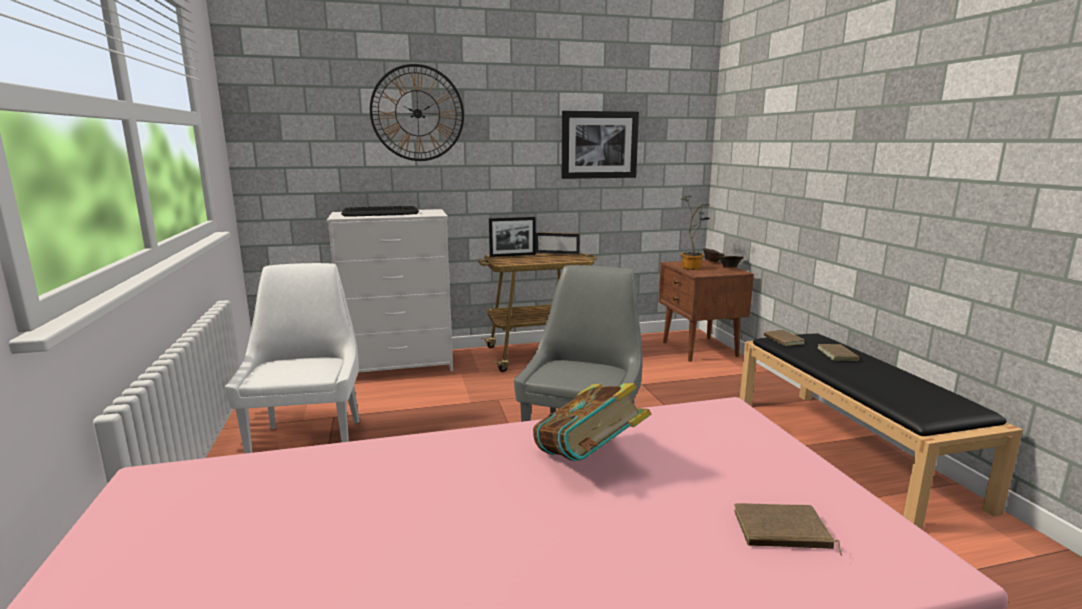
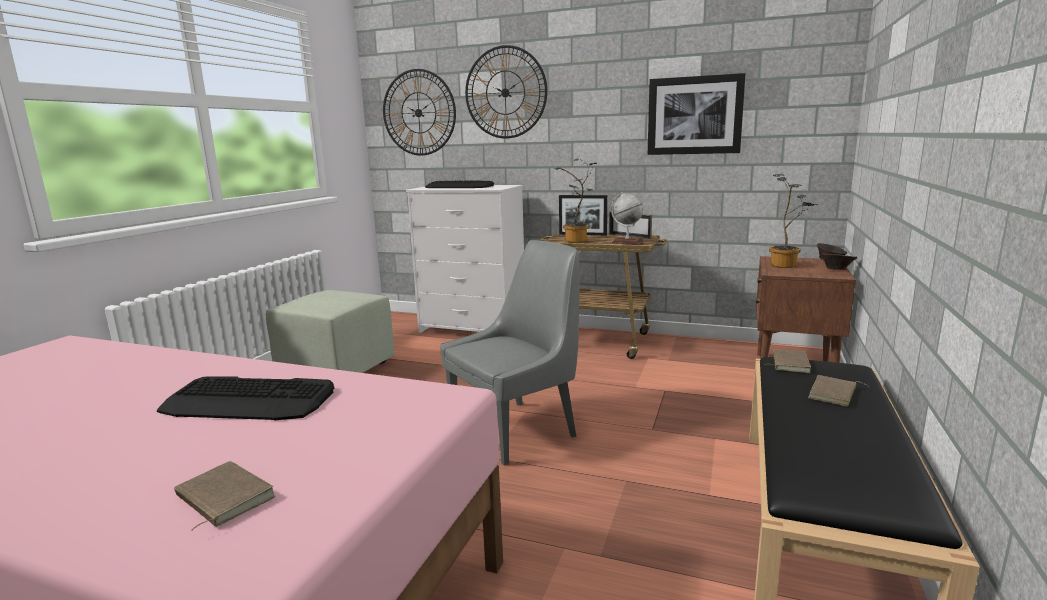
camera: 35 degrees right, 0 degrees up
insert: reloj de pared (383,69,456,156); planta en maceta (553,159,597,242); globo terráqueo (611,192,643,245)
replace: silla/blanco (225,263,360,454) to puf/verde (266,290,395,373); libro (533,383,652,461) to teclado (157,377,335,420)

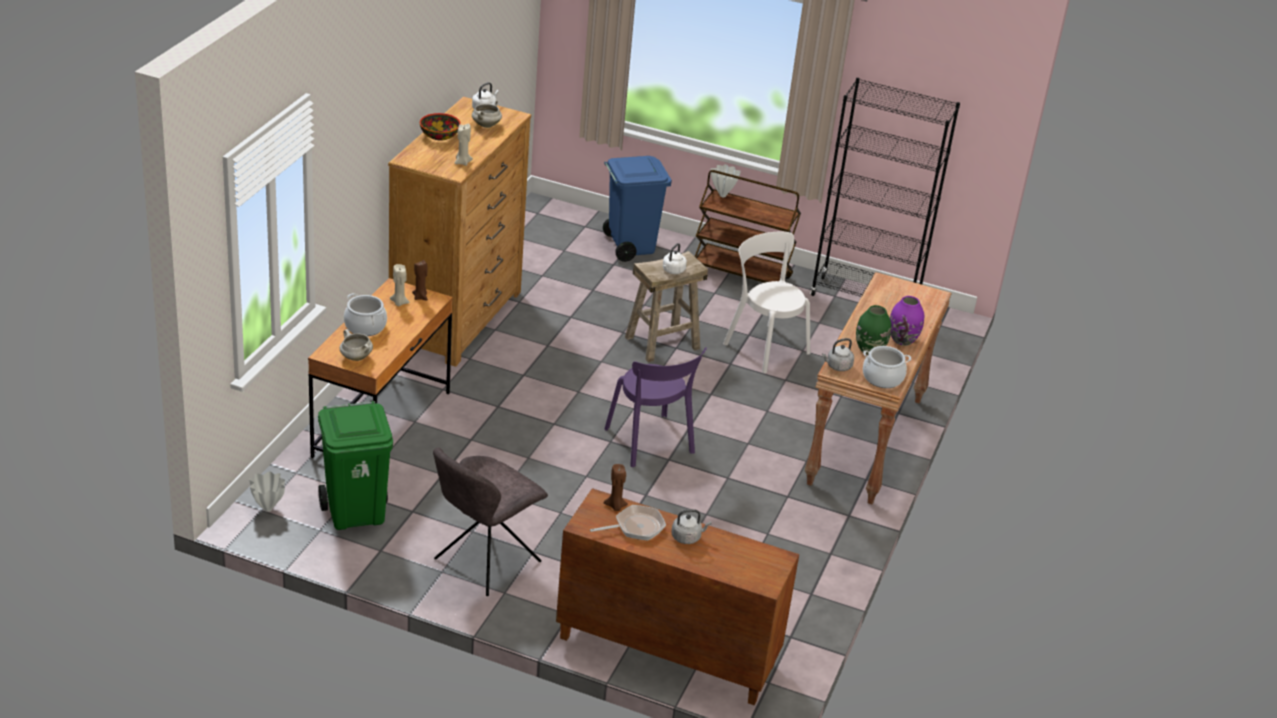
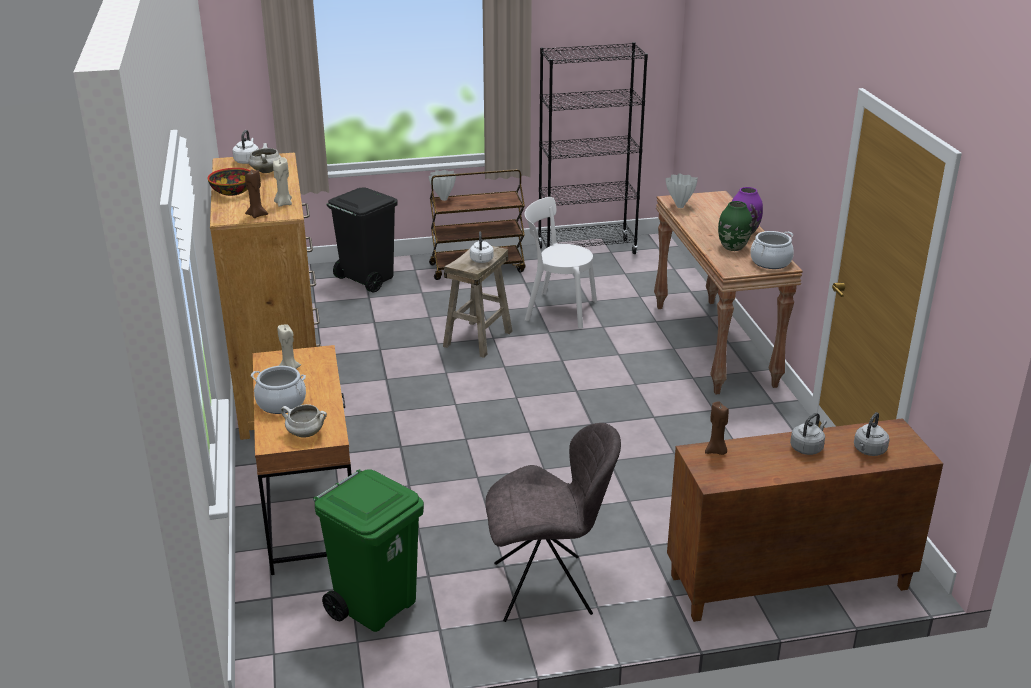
camera: 30 degrees left, 5 degrees down
delete: sartén (590,505,666,540); silla/morado (604,347,707,467)
move: florero/blanco (249,471,285,512) to (666,173,698,208); vela/marrón (412,260,428,300) to (245,169,268,218); hervidor/gris (822,338,854,371) to (854,412,889,456)
recolor: papelera/azul (603,156,672,262) to papelera/negro (326,188,398,292)
rotate: silla/gris (433,447,548,596) = (486,423,621,622) 105 degrees counterclockwise

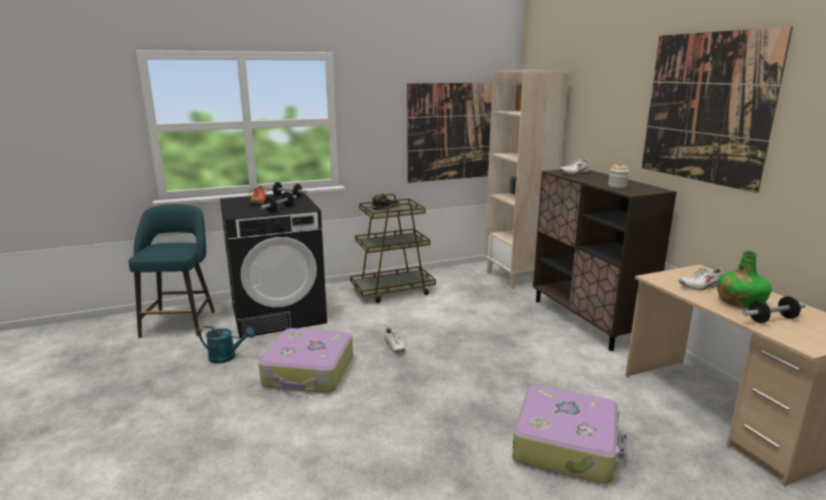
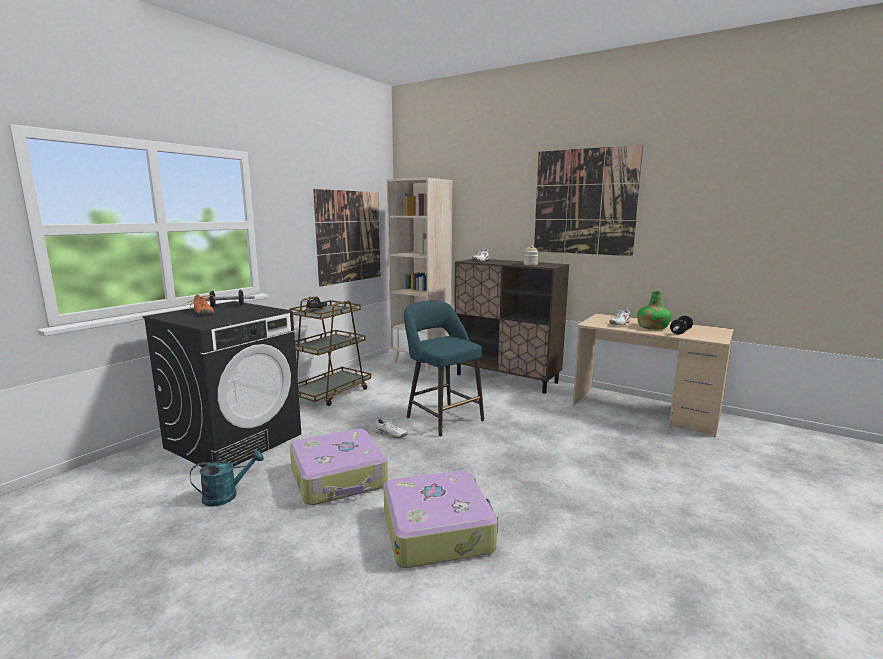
camera: 35 degrees left, 5 degrees down
delete: mancuerna (261,192,297,212)
move: taburete/turquesa (128,204,215,338) to (404,301,484,437); maleta (512,385,627,484) to (383,470,498,568)

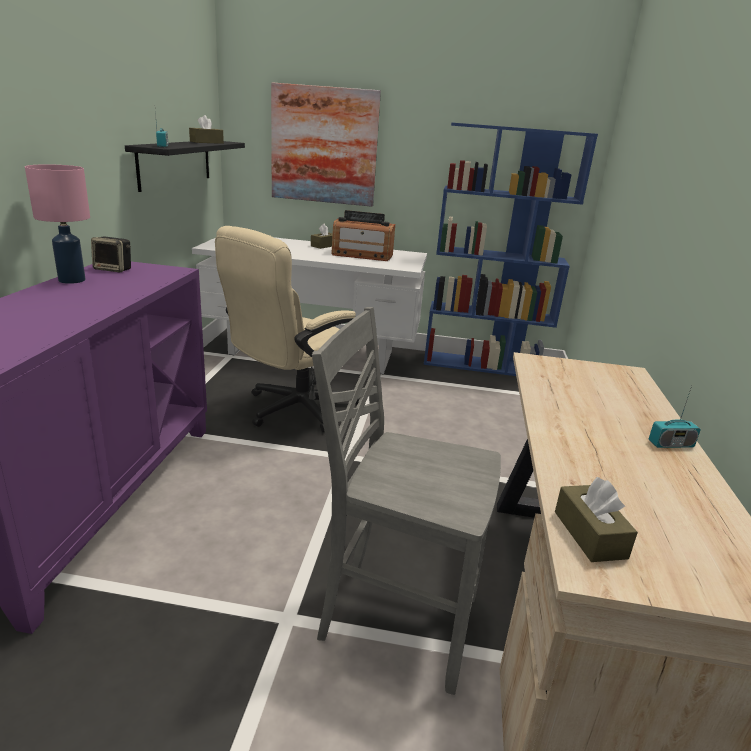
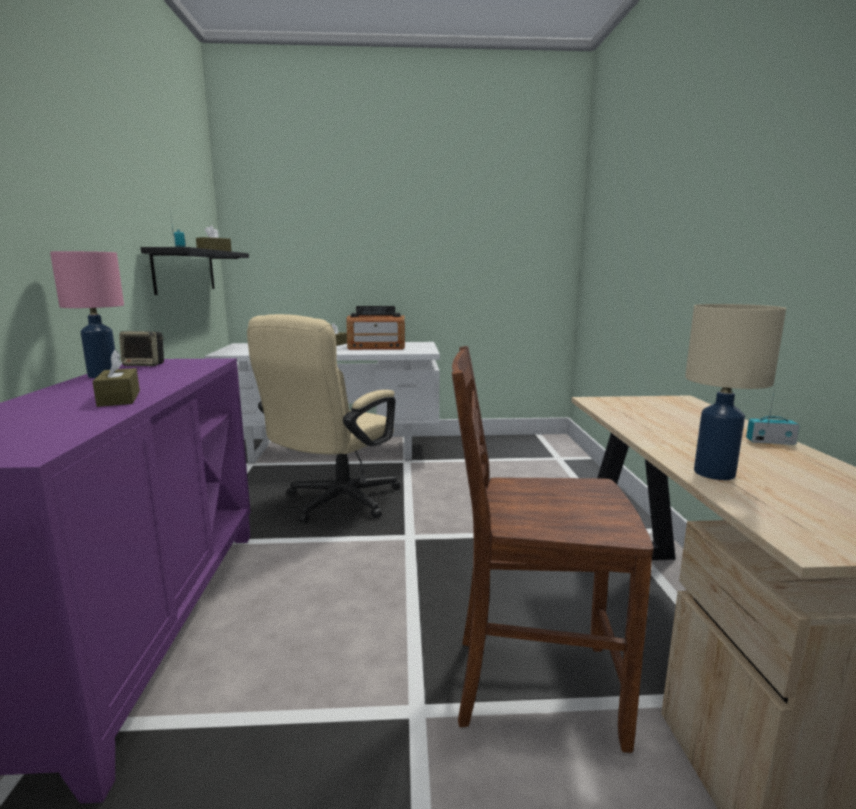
camera: 10 degrees left, 10 degrees down
delete: cuadro (271,83,381,207); estantería/azul (424,123,598,376)
insert: lámpara de mesa/beis (685,304,786,480)
move: caja de pañuelos/marrón (555,477,638,562) to (92,350,140,407)
recolor: silla/gris (312,307,501,695) to silla/marrón (452,346,654,753)
rotate: radio (649,386,701,448) = (746,387,800,445) 150 degrees counterclockwise

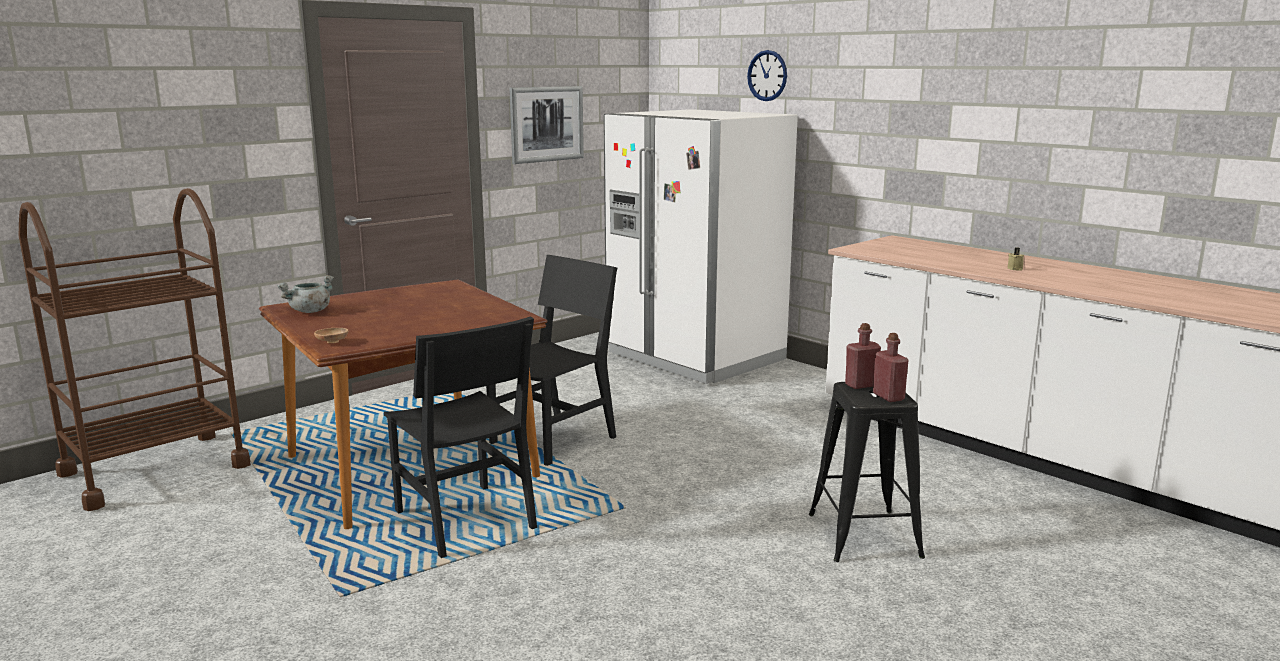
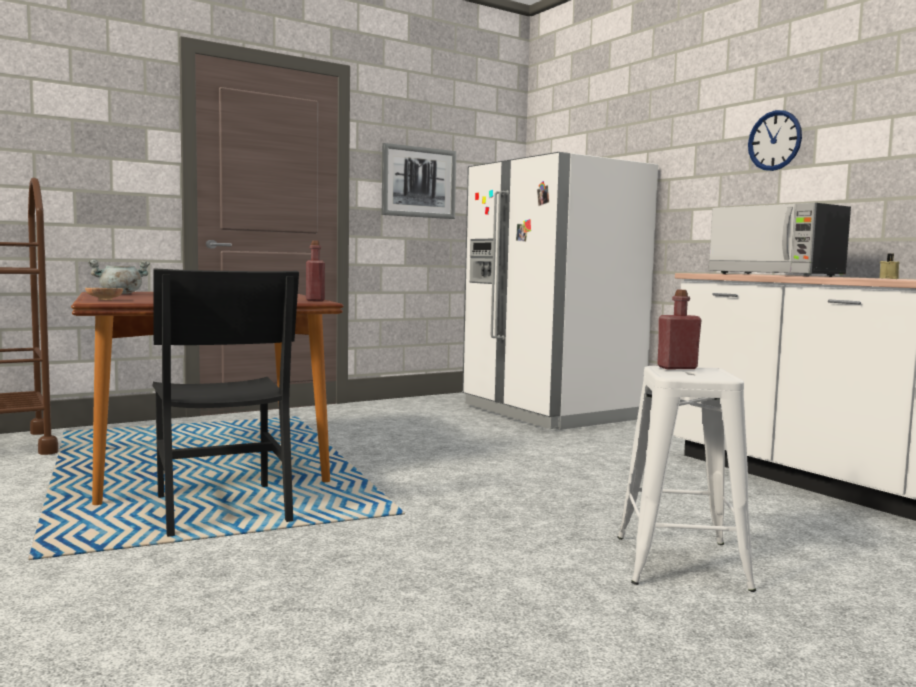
camera: 10 degrees right, 10 degrees down
delete: silla/negro (486,255,617,466)
insert: microondas (708,203,851,277)
move: reloj de pared (747,50,787,101) to (748,110,802,171); botella/rojo (873,333,908,402) to (306,240,325,301)
recolor: taburete/negro (809,382,925,562) to taburete/blanco (617,366,756,592)

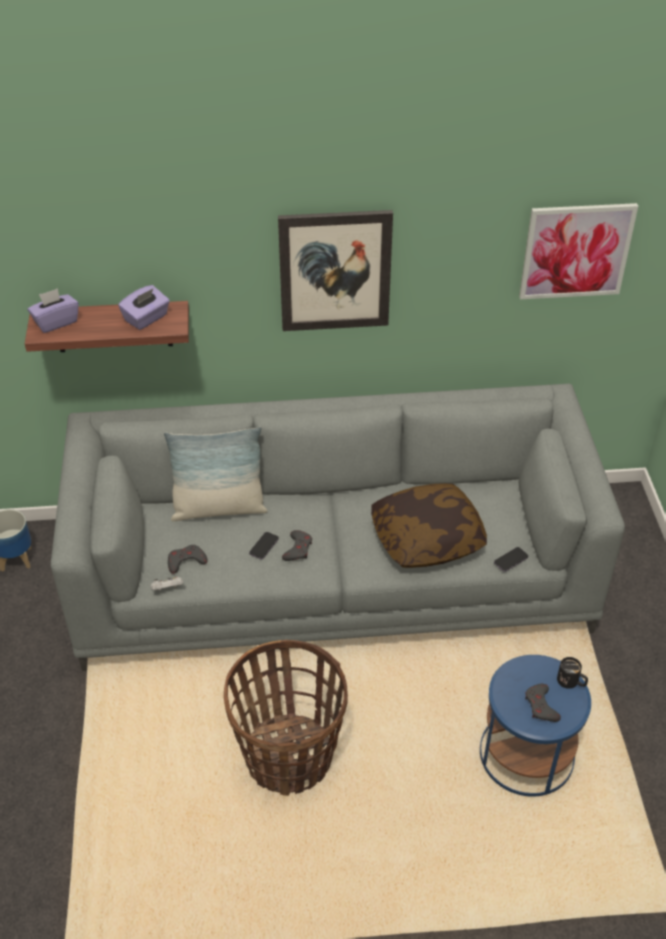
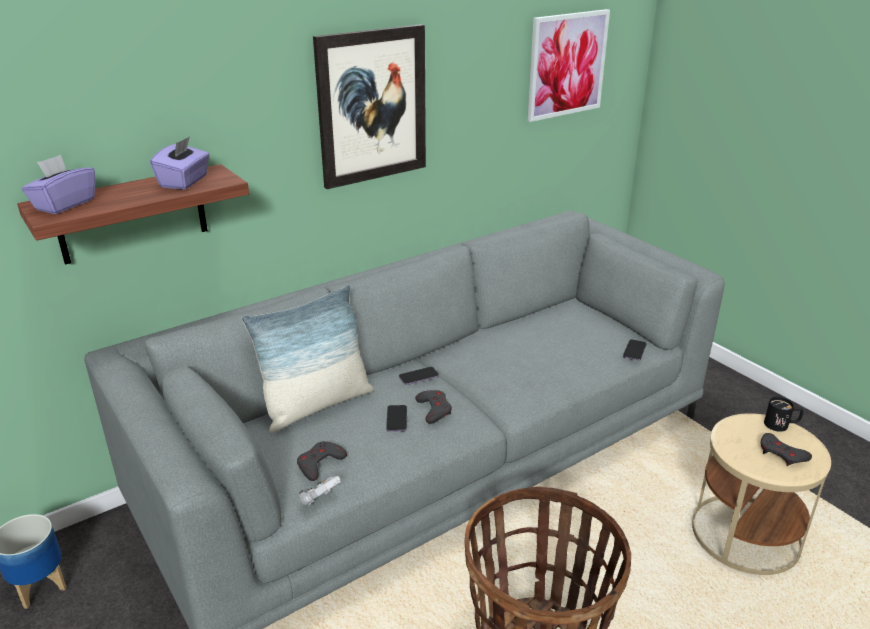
camera: 30 degrees left, 15 degrees down
delete: cojín (371,483,487,568)
insert: móvil (399,367,439,385)
recolor: mesa auxiliar/azul (480,655,591,797) to mesa auxiliar/beis (692,413,831,575)

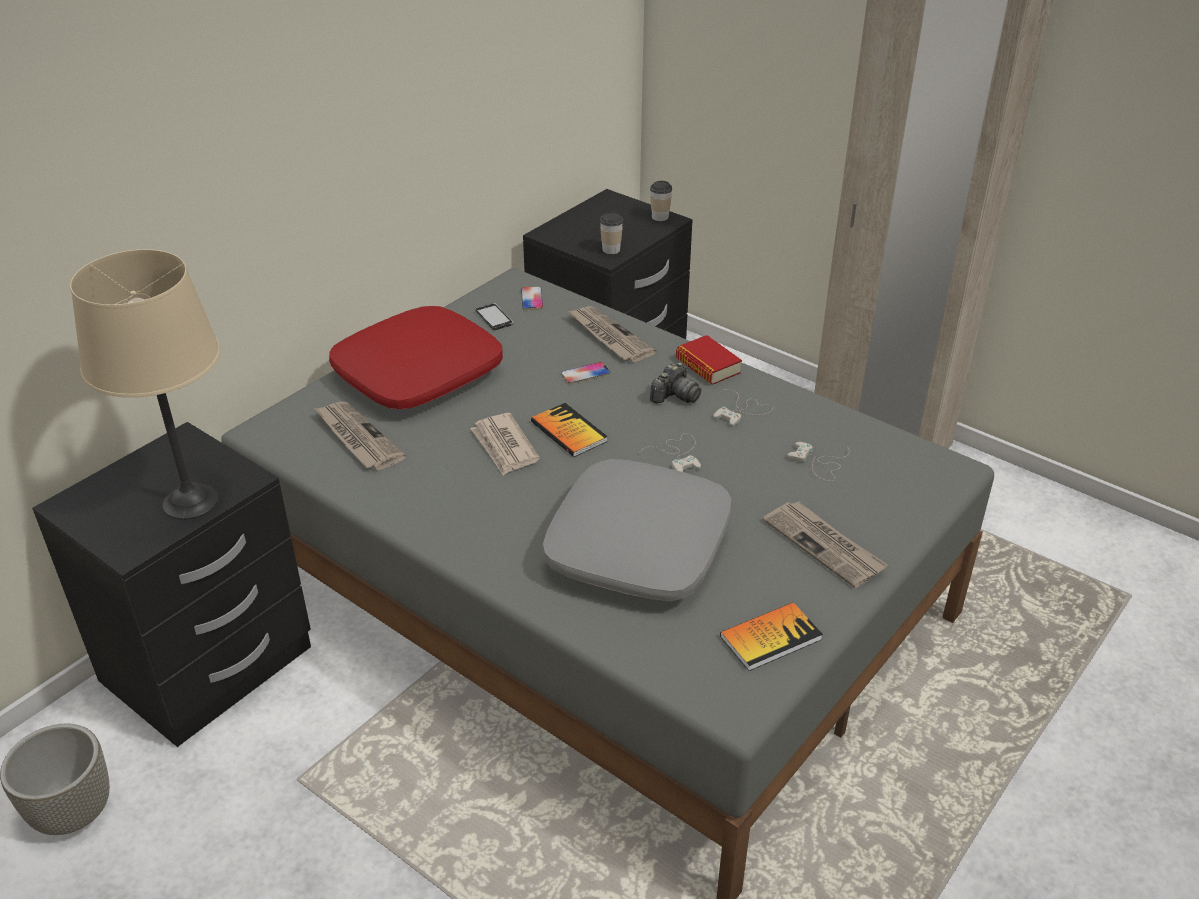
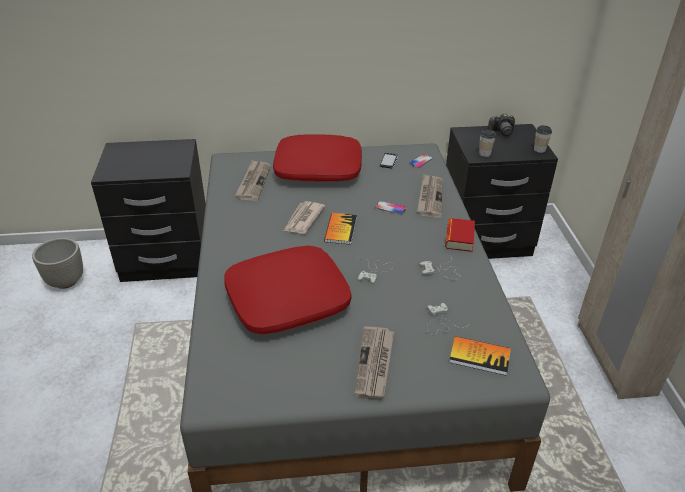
camera: 45 degrees right, 0 degrees up
delete: lámpara de mesa/beis (70,249,220,520)
move: cámara (650,362,701,403) to (488,113,515,136); libro (720,602,823,671) to (449,336,511,376)
recolor: cojín/gris (542,459,732,601) to cojín/rojo (224,246,352,334)

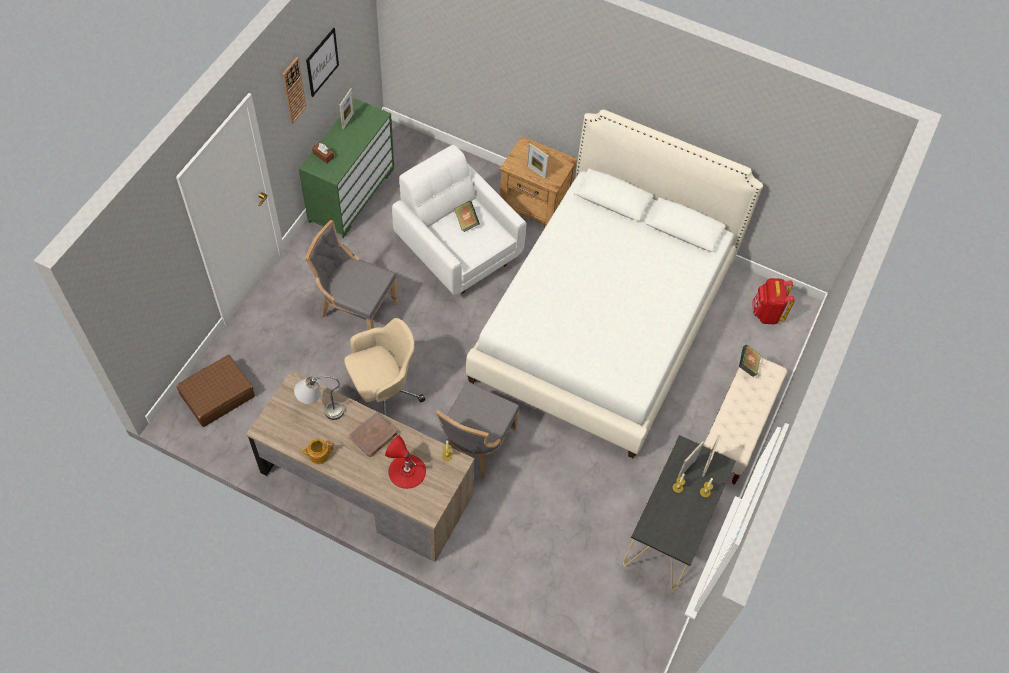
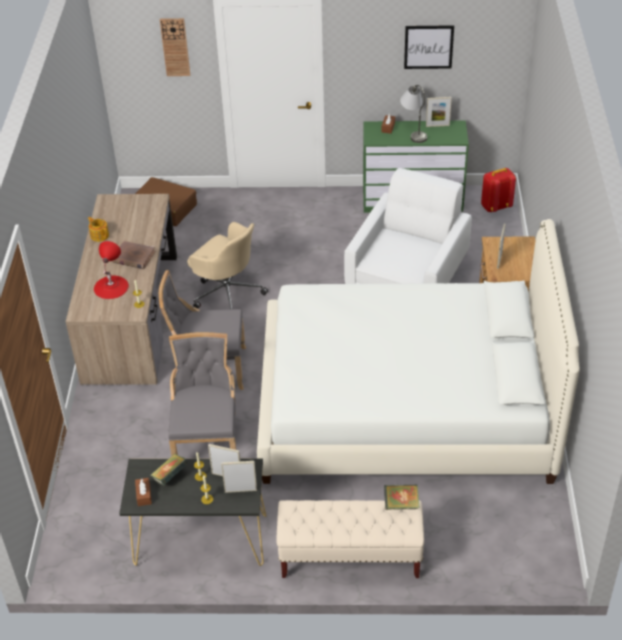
camera: 70 degrees right, 15 degrees down
insert: caja de pañuelos/marrón (135,478,152,506)
move: reloj de pared (282,57,306,124) to (160,18,190,76); lámpara de mesa/gris (294,376,344,420) to (400,85,427,143); silla/gris (305,220,399,330) to (168,332,236,456); libro (454,201,480,232) to (150,454,188,486); mochila/rojo (752,278,794,324) to (481,168,516,212)

